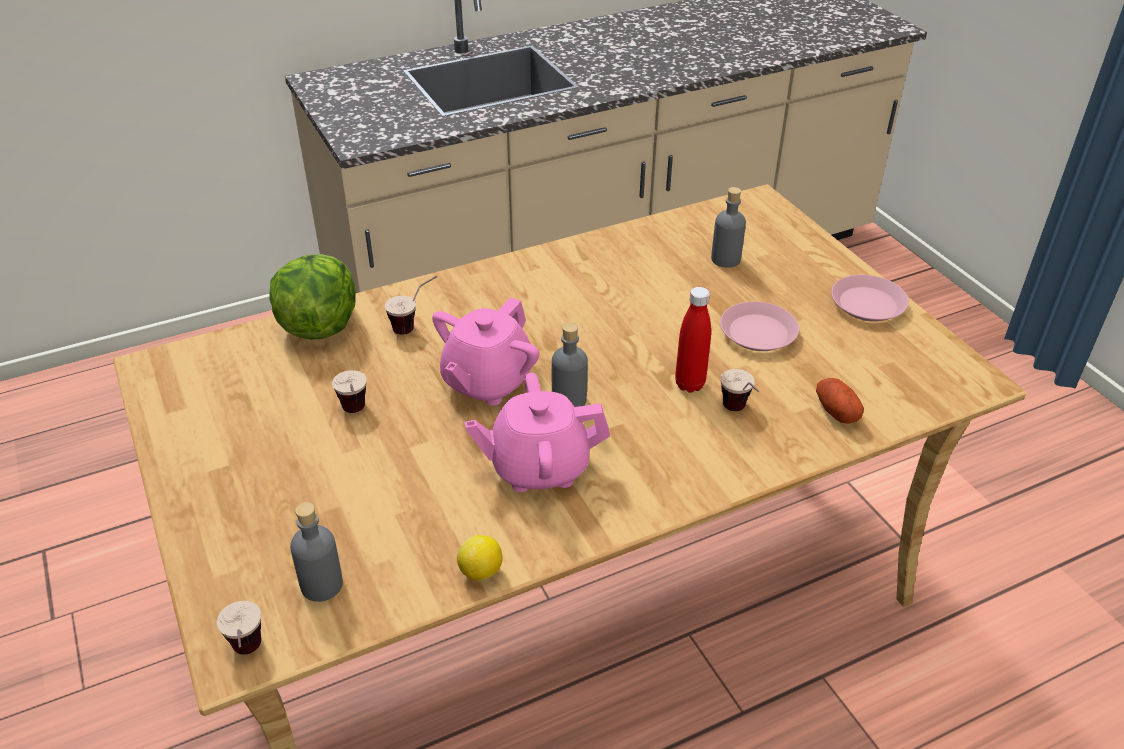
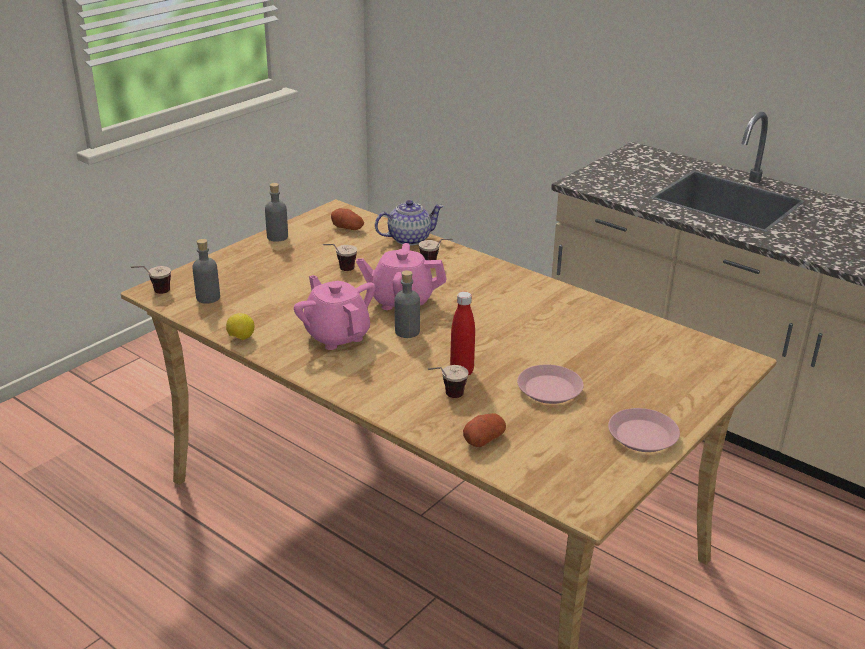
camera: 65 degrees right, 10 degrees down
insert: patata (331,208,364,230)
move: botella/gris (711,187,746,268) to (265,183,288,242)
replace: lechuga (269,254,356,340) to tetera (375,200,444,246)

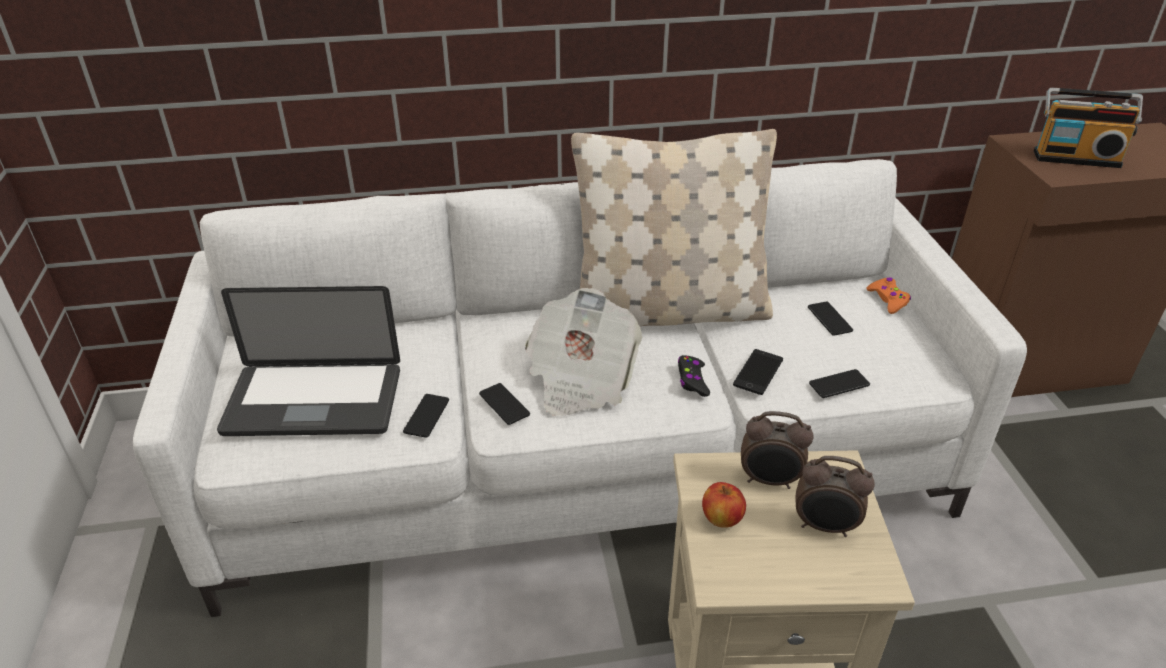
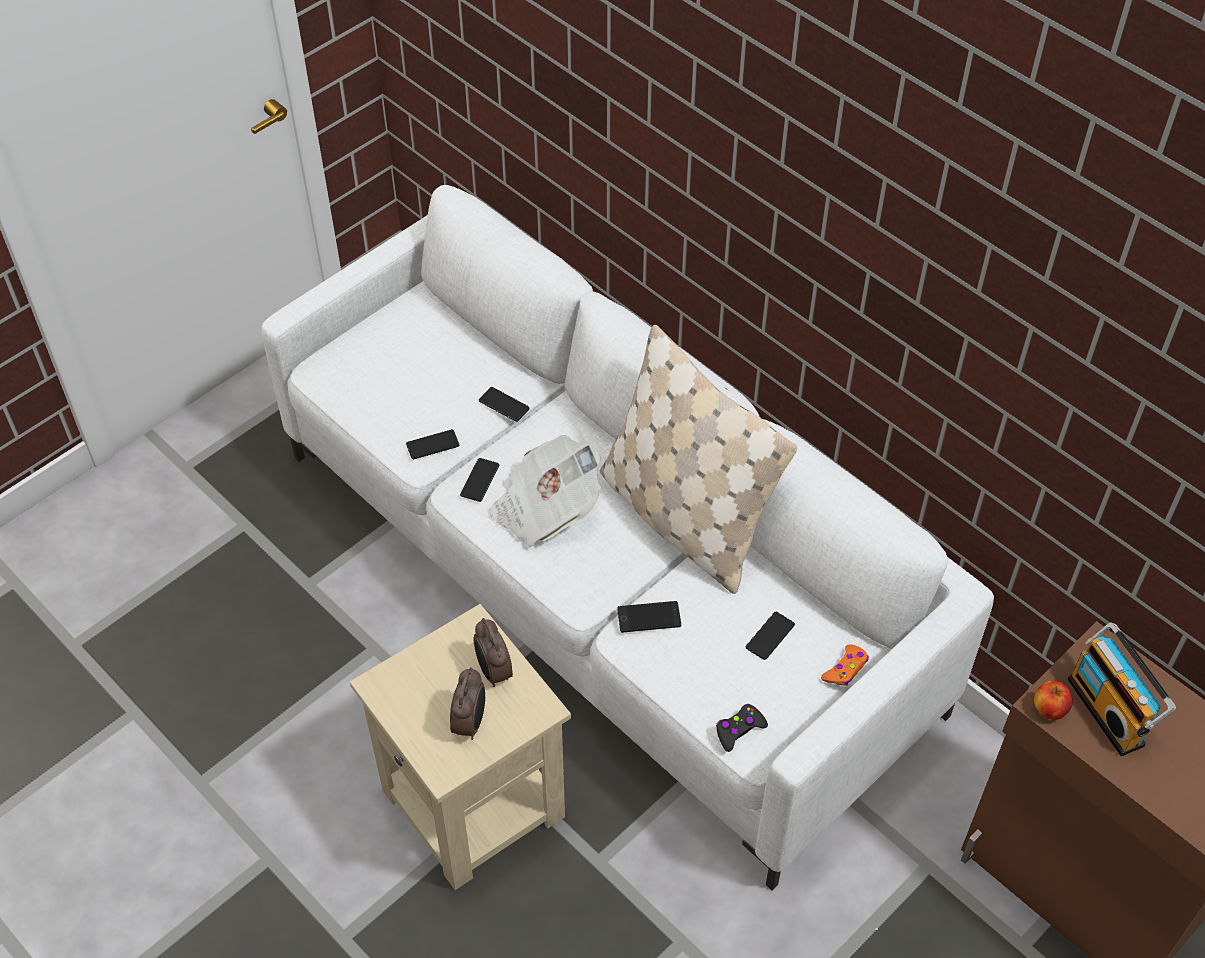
camera: 55 degrees right, 15 degrees up
delete: portátil (217,286,400,436)
move: mando de consola/negro (678,355,710,397) to (716,704,768,752); manzana (702,482,746,528) to (1034,681,1073,720); móvil (809,369,870,398) to (479,387,530,422)
rotate: despertador (796,456,875,537) = (450,667,485,740) 150 degrees counterclockwise

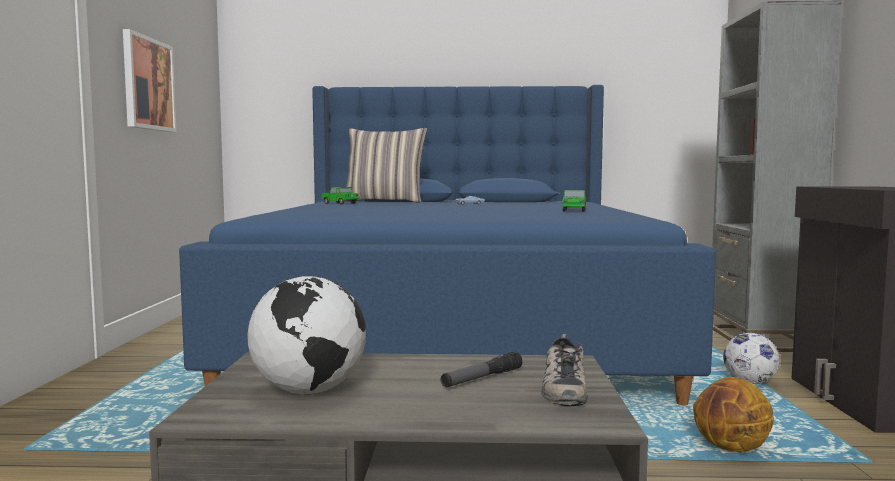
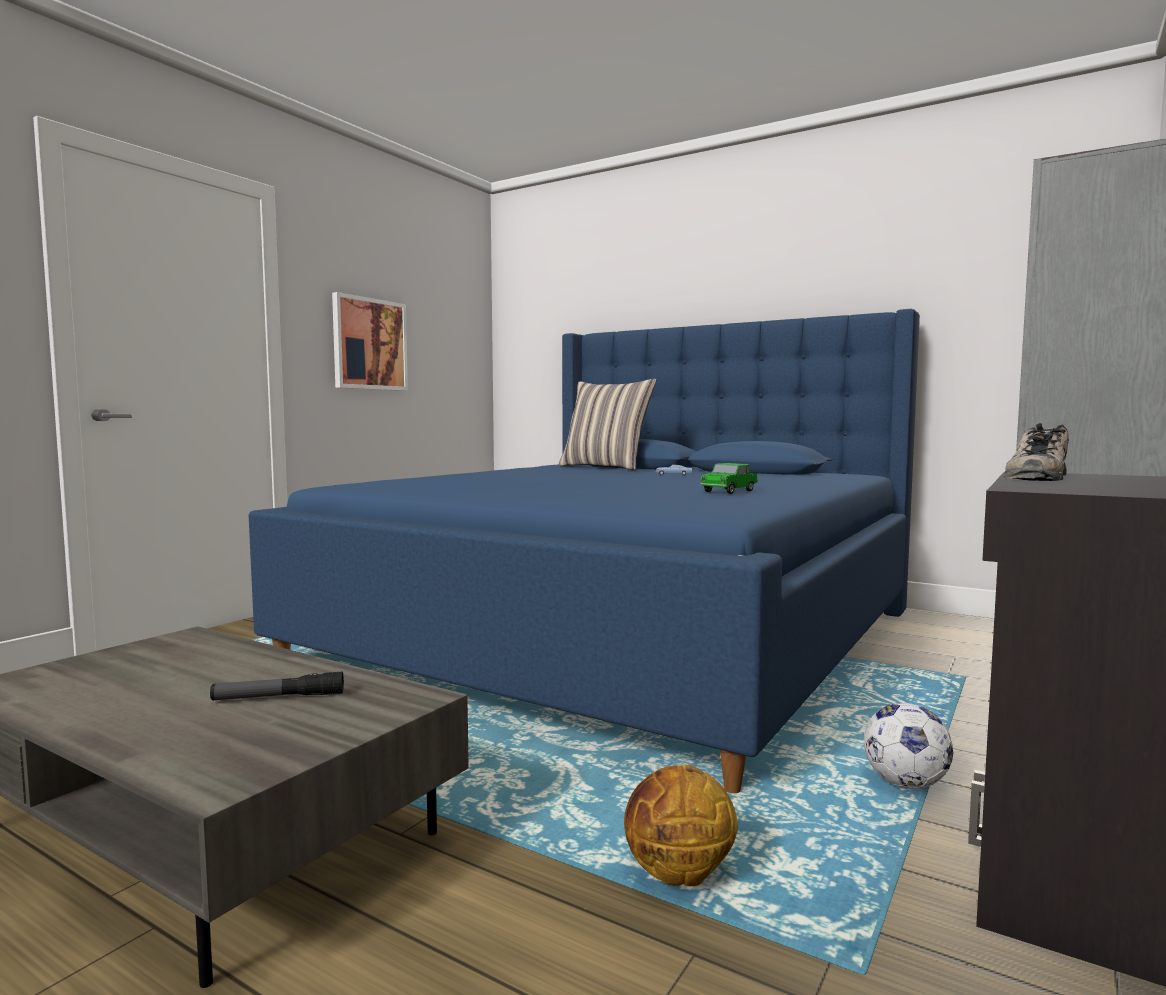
camera: 30 degrees right, 0 degrees up
delete: globo terráqueo (247,276,366,394); coche de juguete (321,187,359,204)
move: zapato (541,334,588,406) to (1003,423,1069,481)

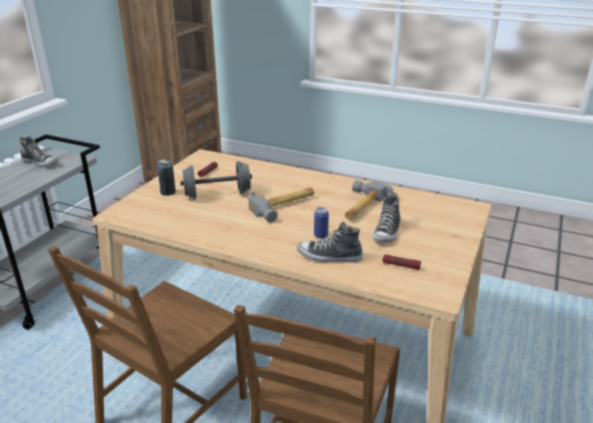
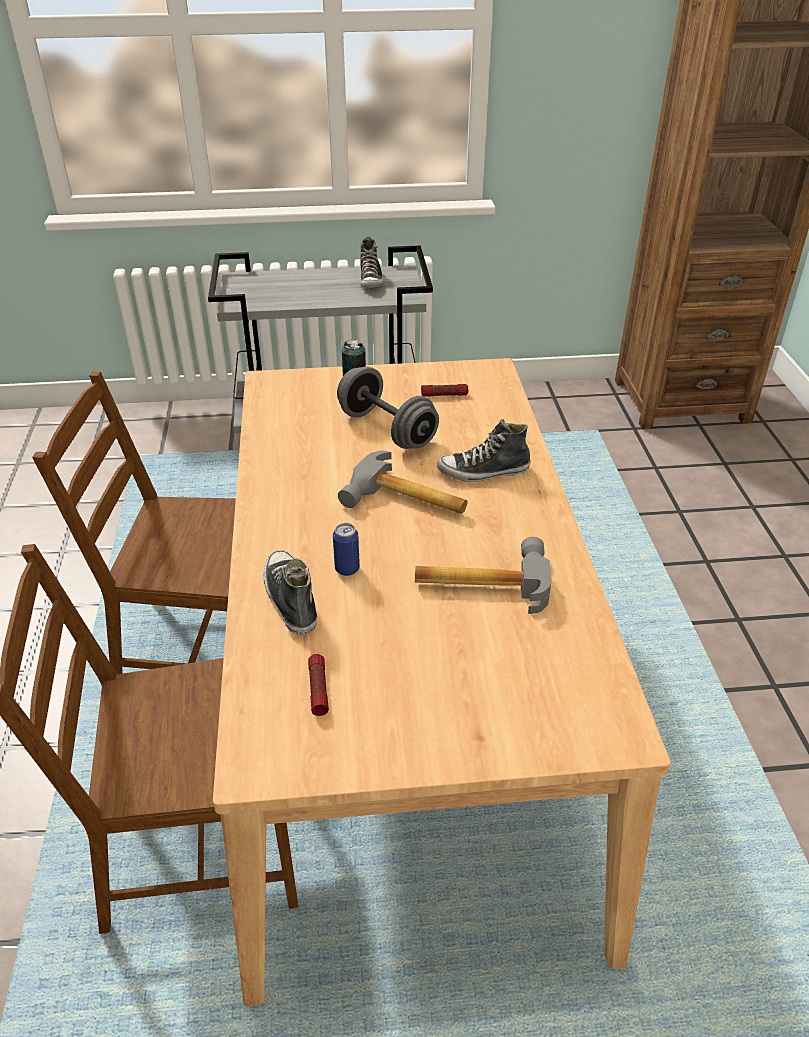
camera: 60 degrees right, 10 degrees up
move: zapato (373,192,400,243) to (437,419,531,482)

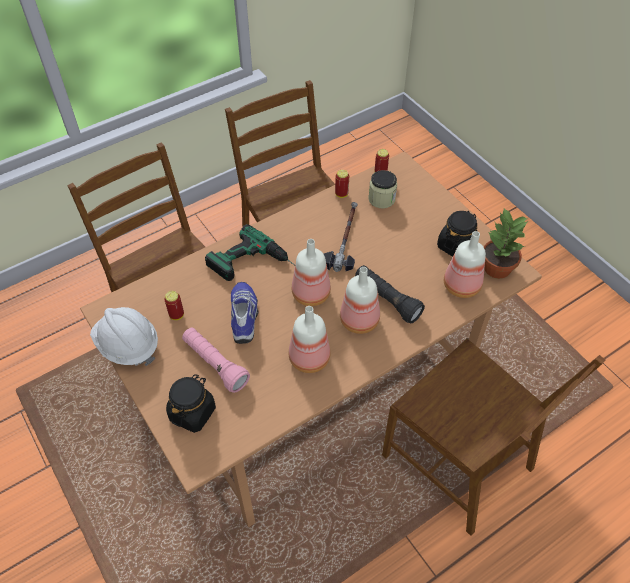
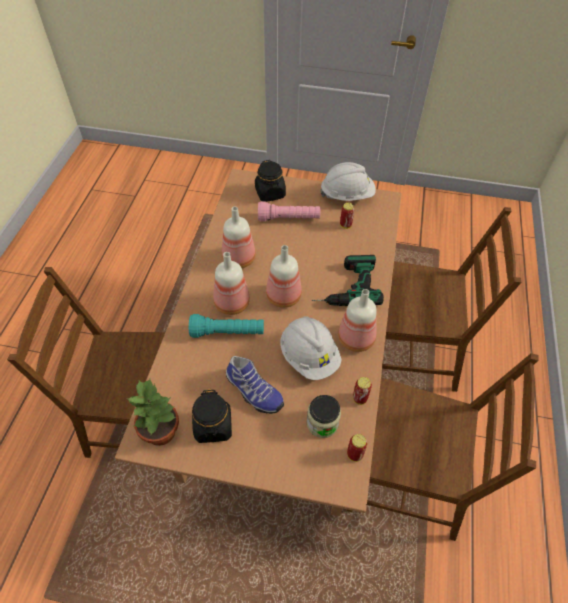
camera: 135 degrees right, 0 degrees up
move: zapato (231,282,258,344) to (226,356,284,414); botella (444,231,486,298) to (338,289,377,352)
replace: martillo (324,202,358,272) to casco/blanco (280,316,342,380)
recolor: linterna/negro (355,265,425,323) to linterna/turquesa (189,314,264,338)

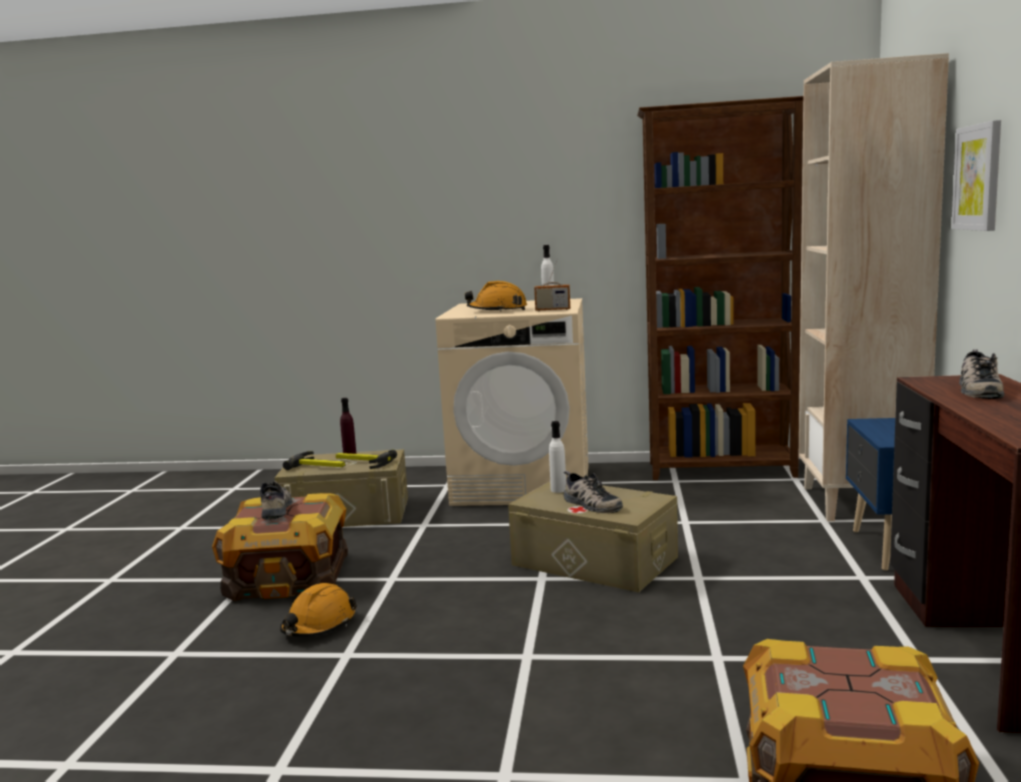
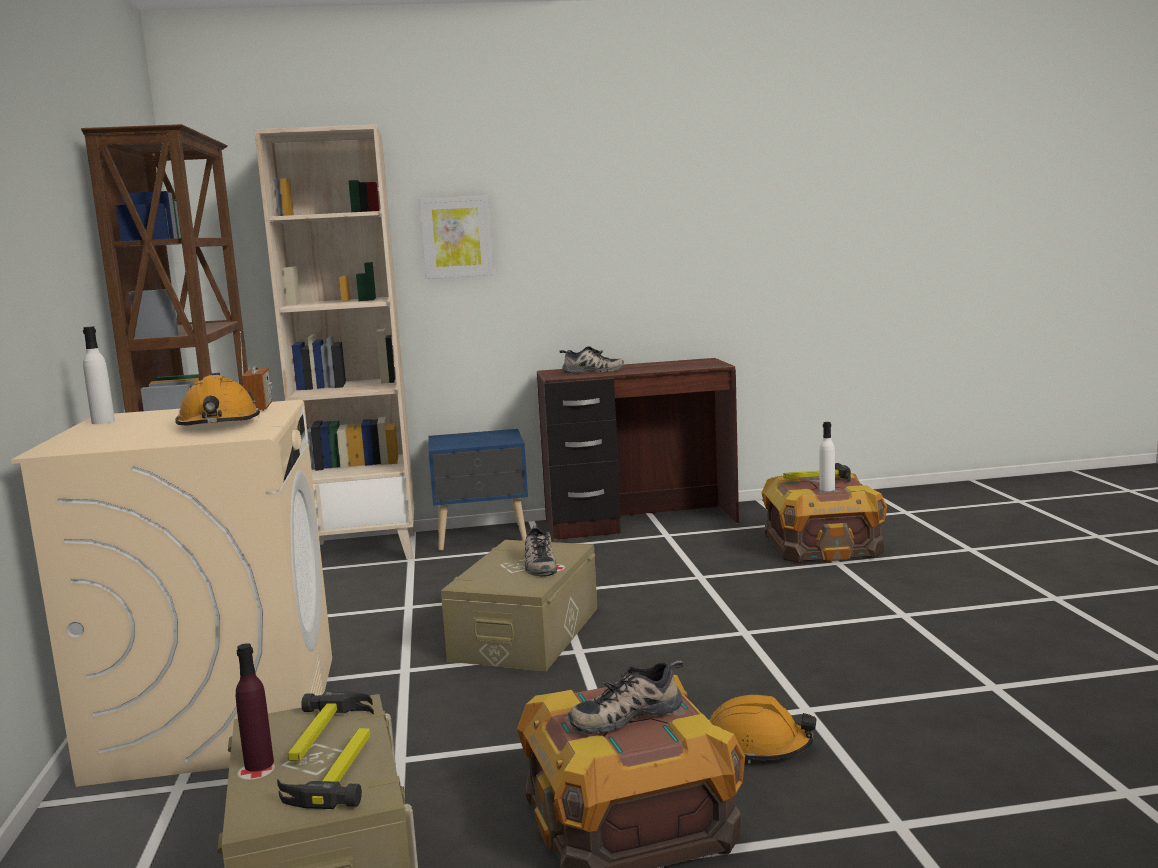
camera: 105 degrees left, 0 degrees up
insert: martillo (784,463,851,482)
move: botella/blanco (549,421,566,493) to (819,422,835,491)
rotate: zapato (564,471,623,513) = (525,525,557,576) 135 degrees clockwise

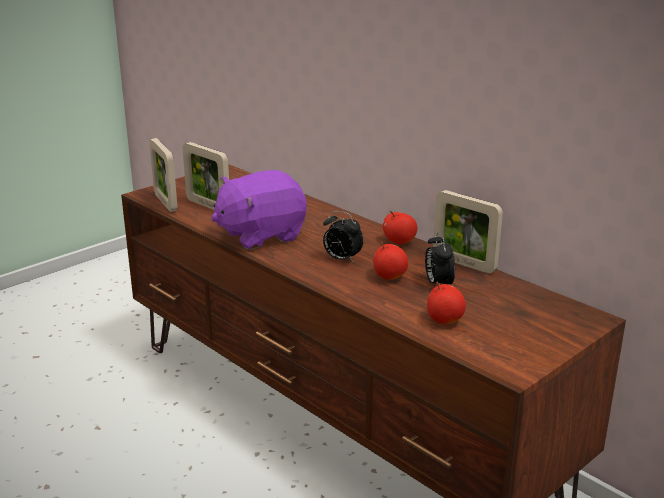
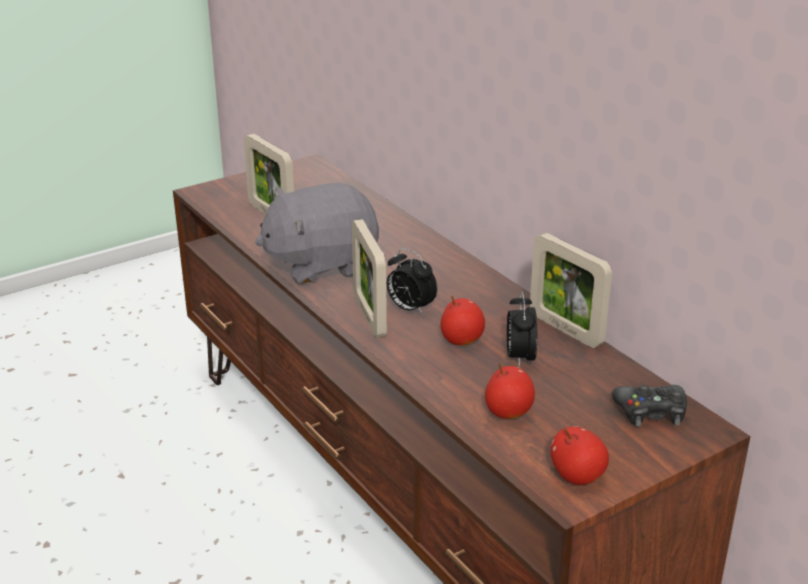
camera: 10 degrees right, 5 degrees up
insert: mando de consola/negro (612,385,687,427)
move: portarretratos (149,138,178,212) to (352,219,387,338); manzana (383,211,417,244) to (551,426,609,485)
recolor: peluche/morado (211,170,306,250) to peluche/gris (255,183,379,285)

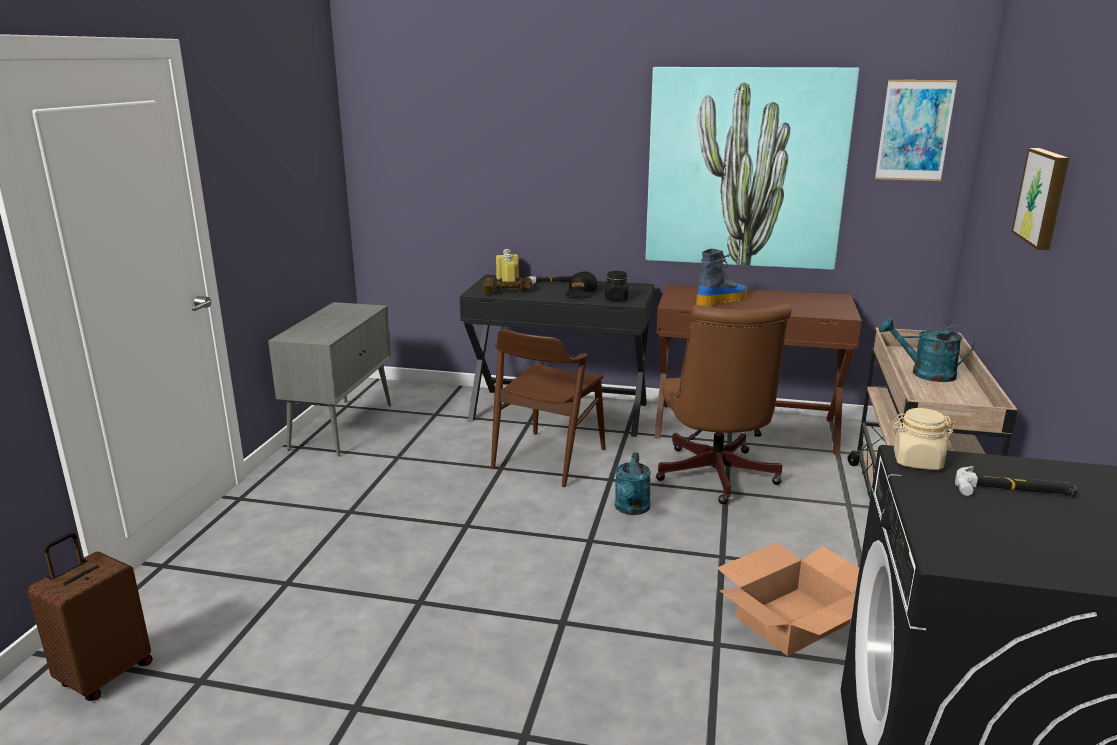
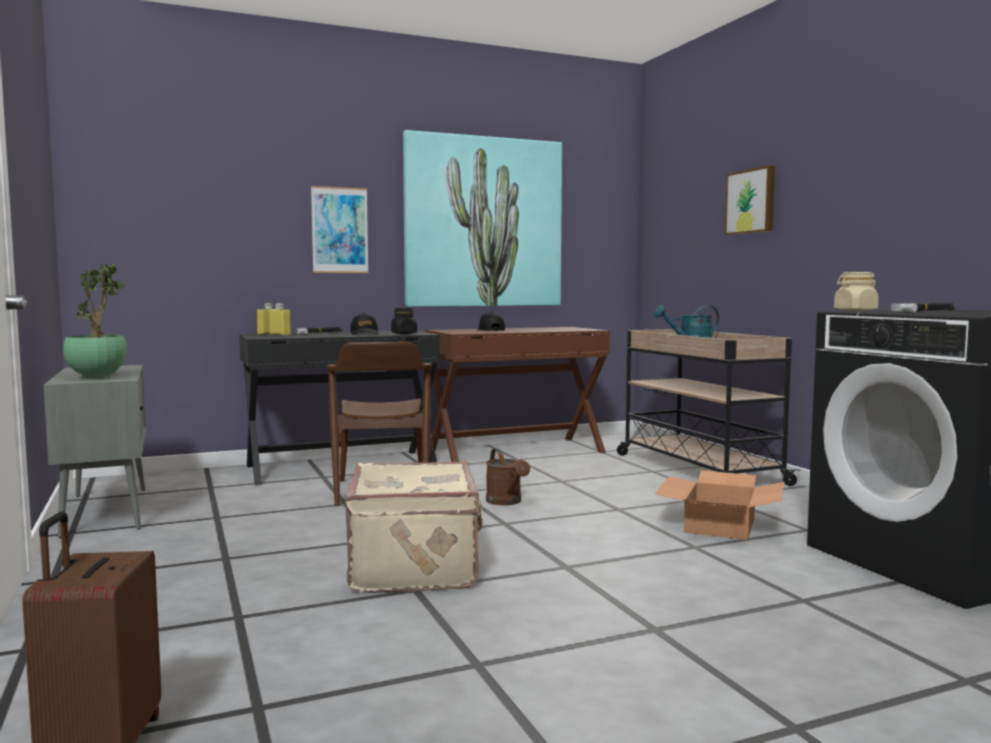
camera: 35 degrees left, 15 degrees down
delete: mancuerna/marrón (484,276,533,294); silla de oficina/marrón (656,304,791,504)
insert: planta en maceta (63,263,127,378); maleta/beis (345,461,483,593)
move: cuadro (875,80,957,181) to (311,186,369,273)
replace: bota (696,249,747,307) to gorra/negro (477,312,505,331)
recolor: regadera/turquesa (615,452,651,515) to regadera/marrón (486,449,530,505)

